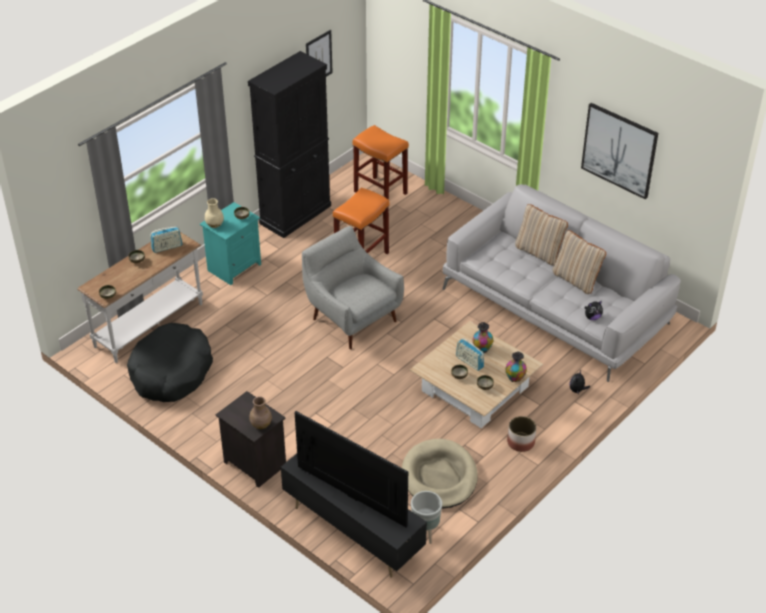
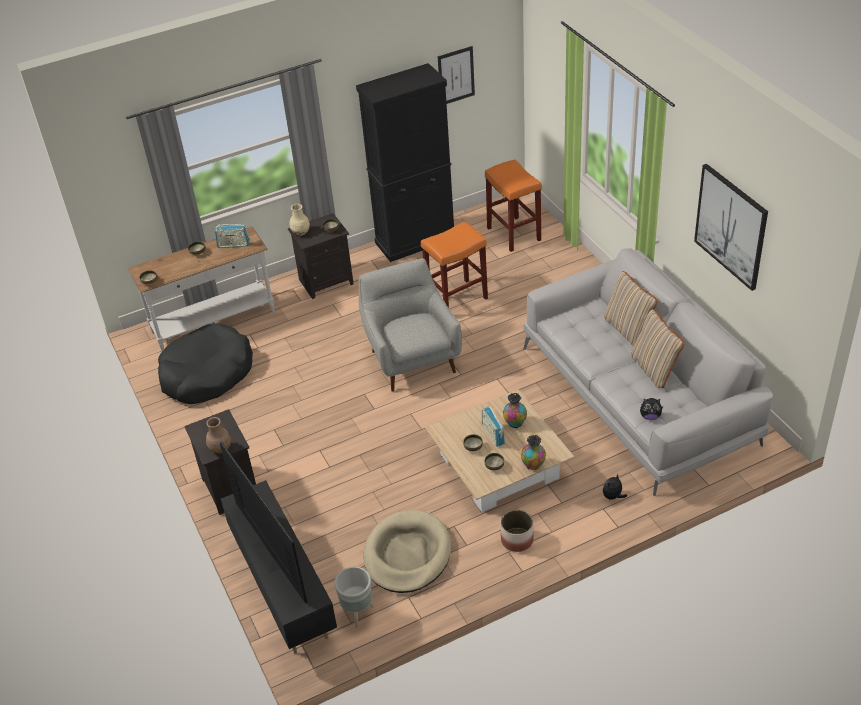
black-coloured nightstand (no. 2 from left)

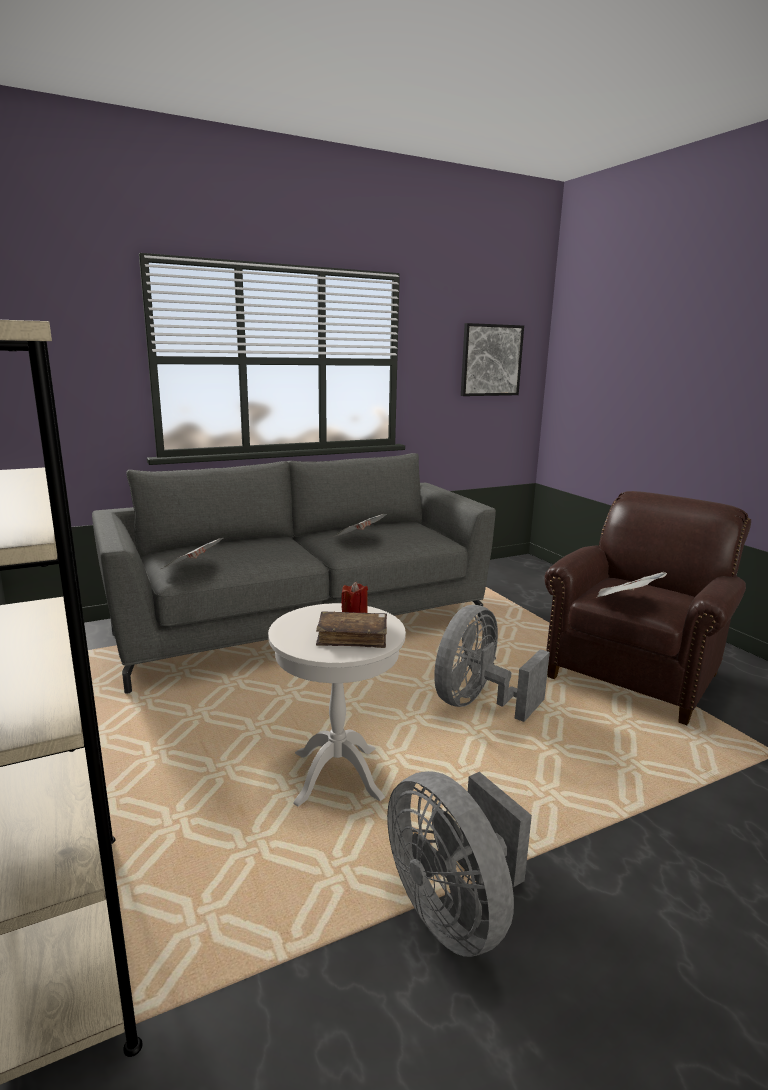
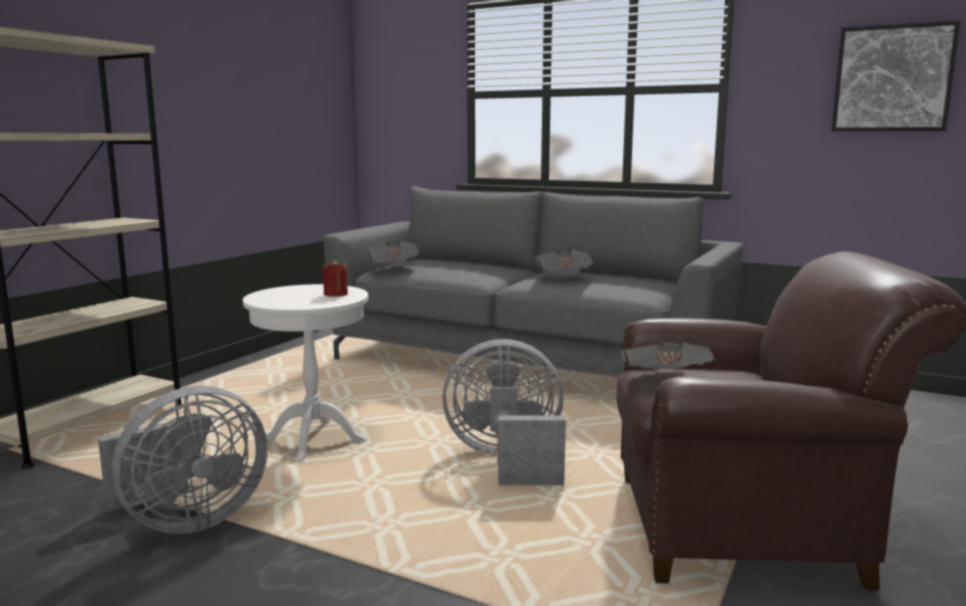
grey fan (no. 1 from left)
brown bound book

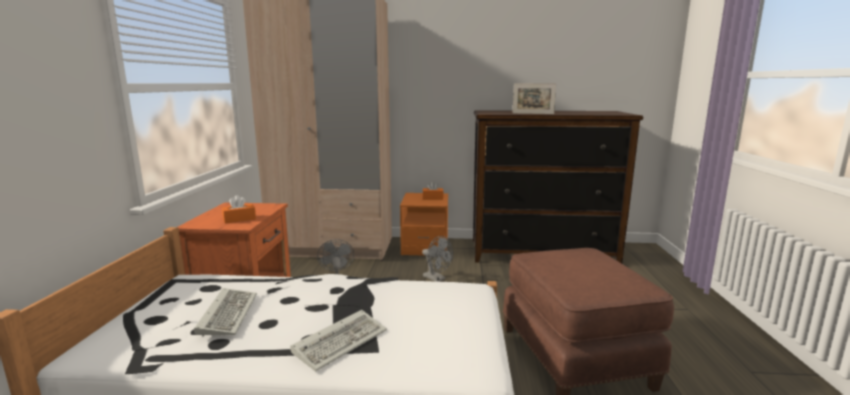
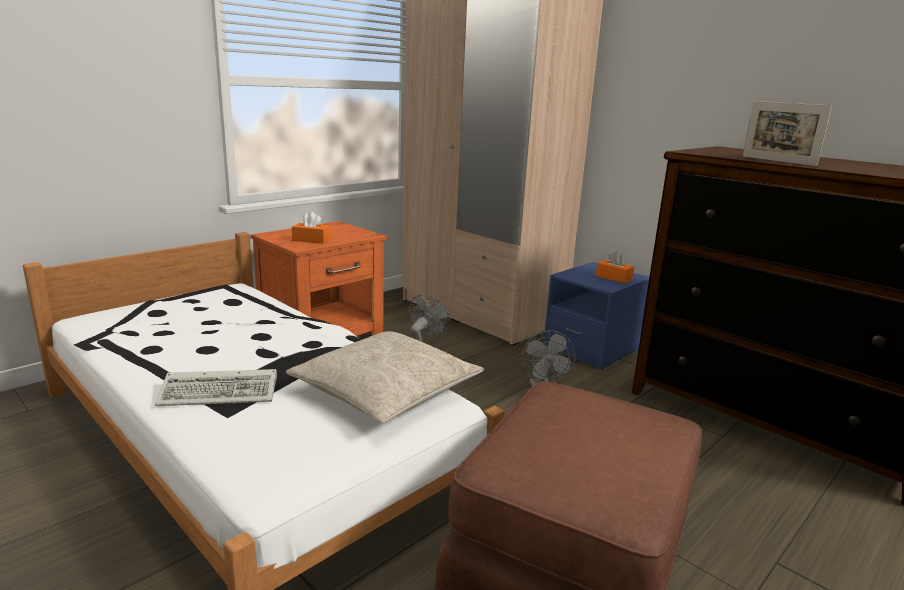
beige throw pillow
bluish nightstand
computer keyboard (no. 1 from left in the first image)

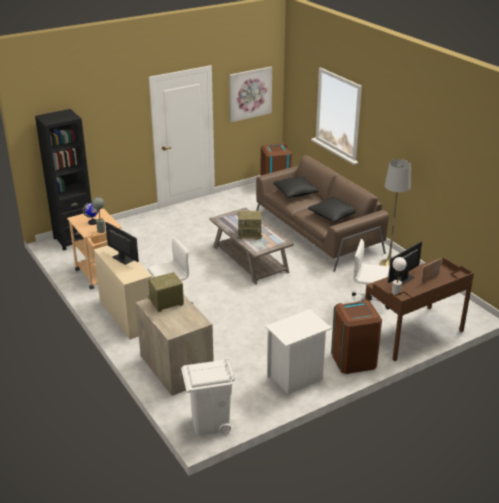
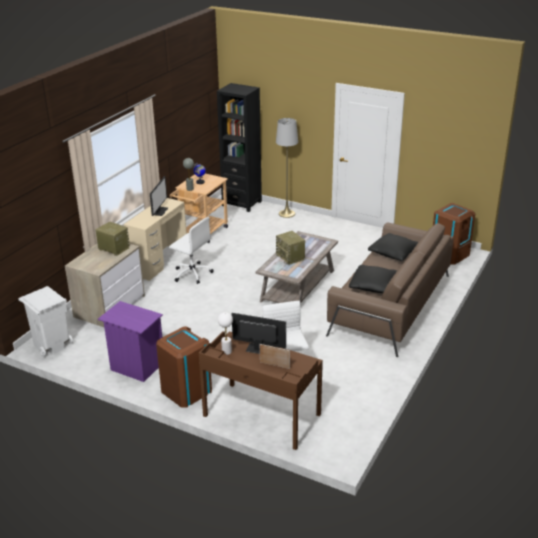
purple nightstand
grey floor lamp
wall art

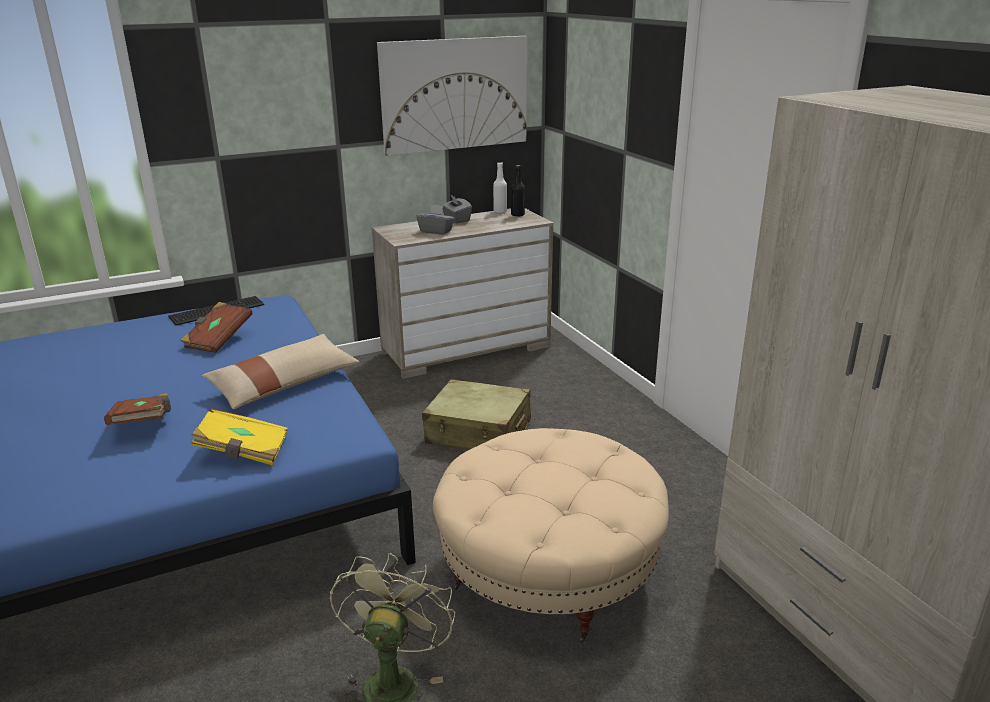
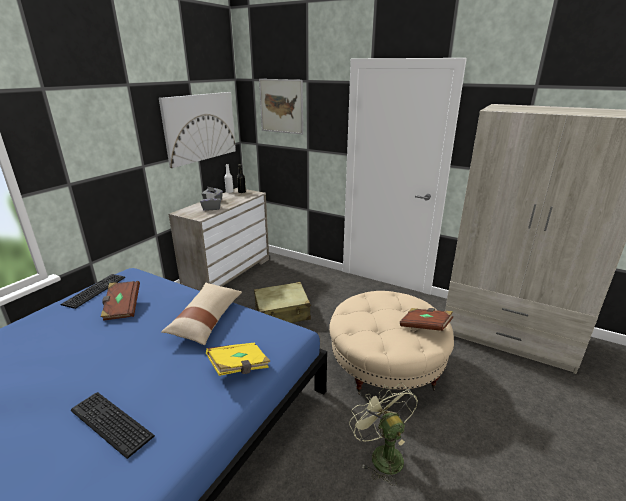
computer keyboard (no. 2 from left)
wall art (no. 2 from left)
brown bound book (no. 2 from left)

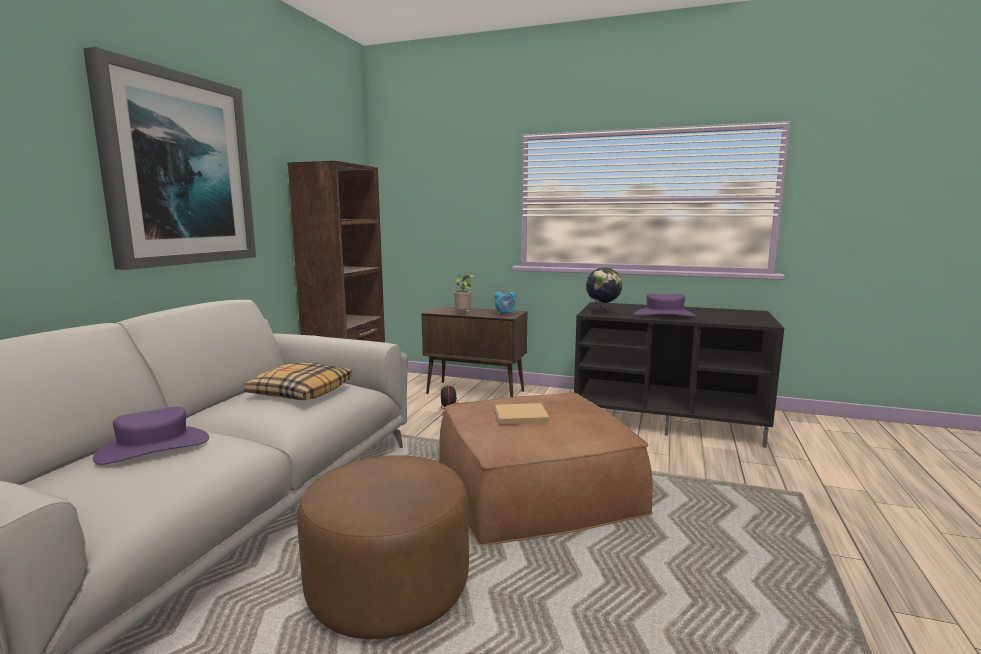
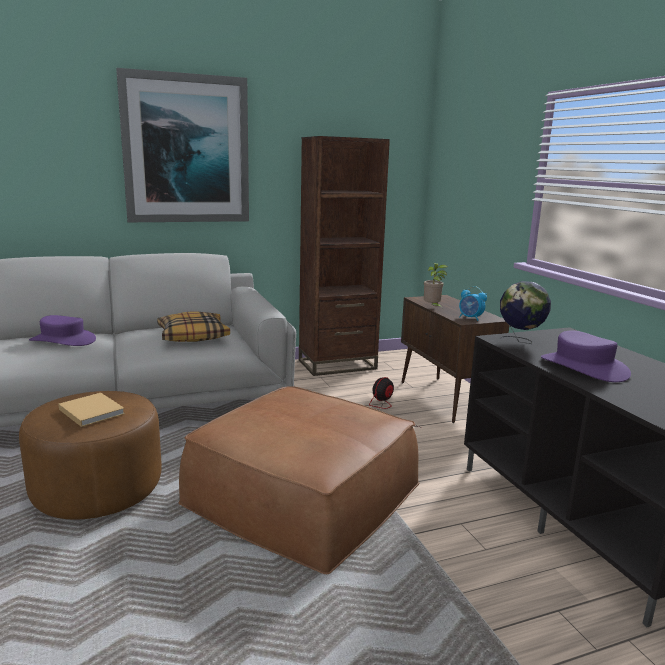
beige bound book

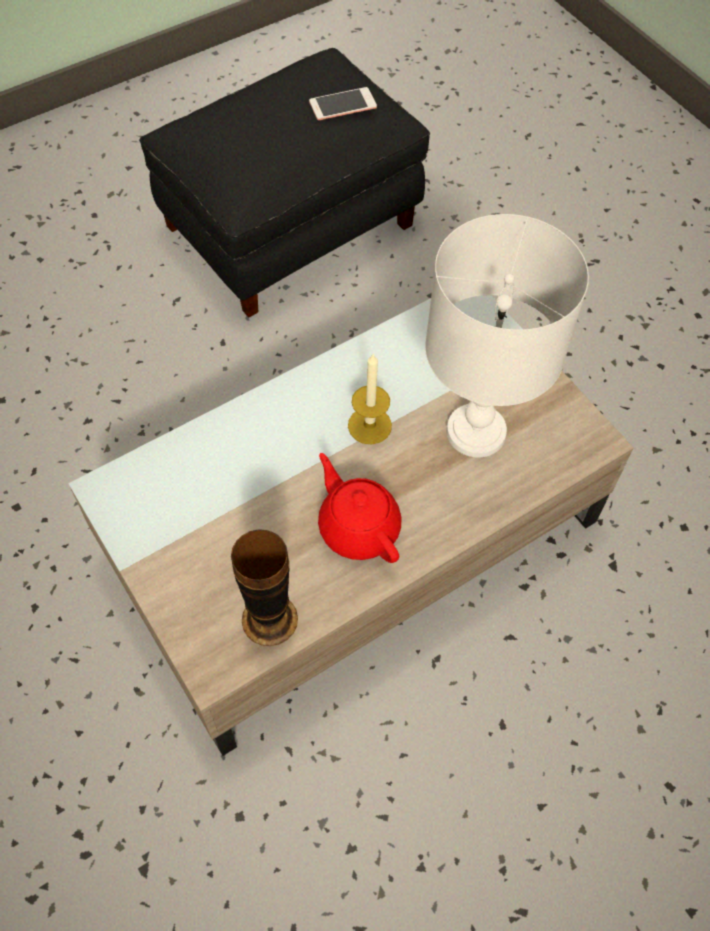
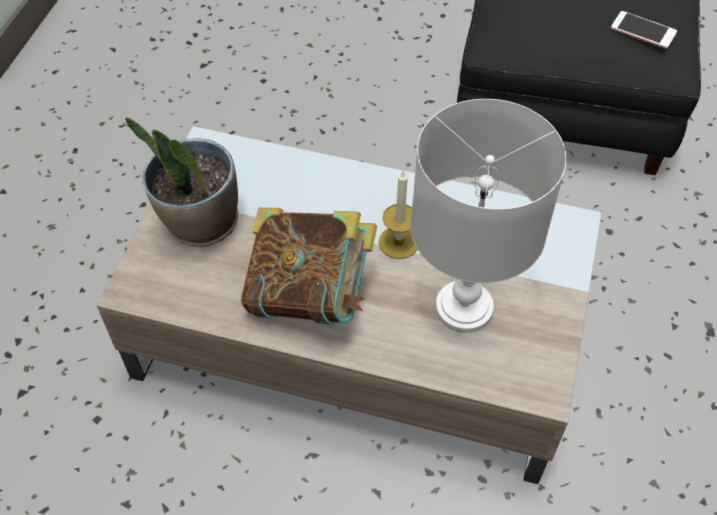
potted plant
bound book
decorative vase

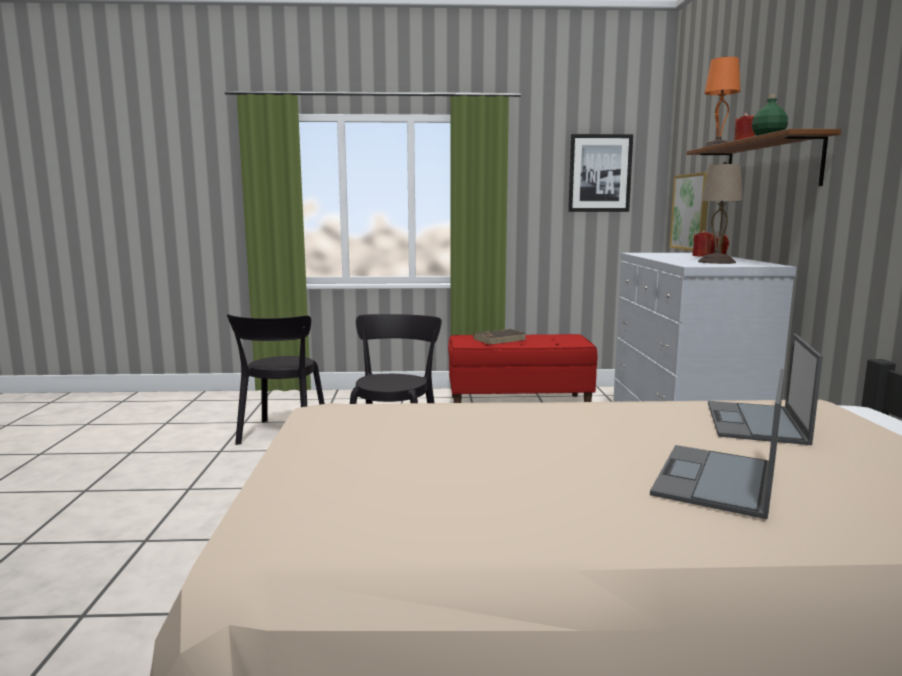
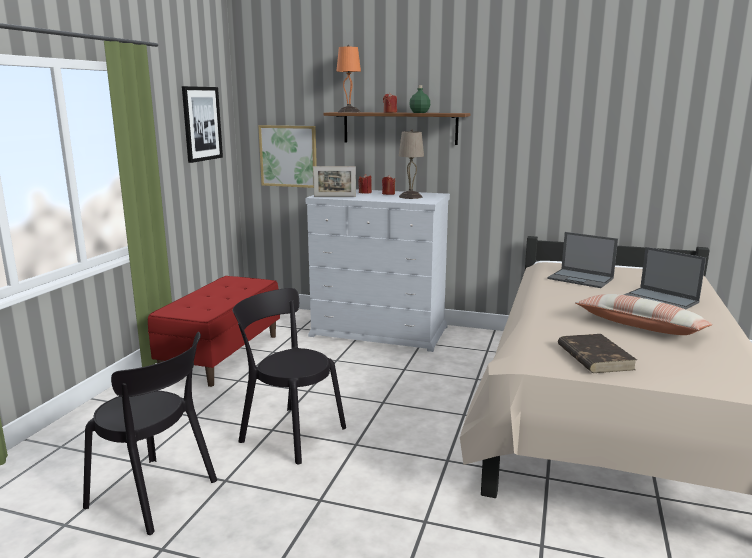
standing frame
brown bound book
throw pillow

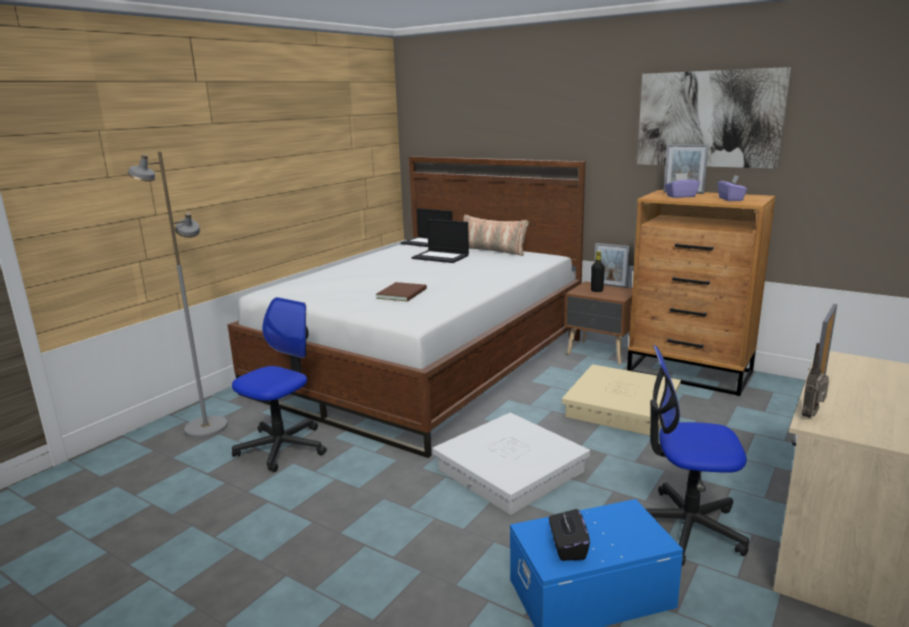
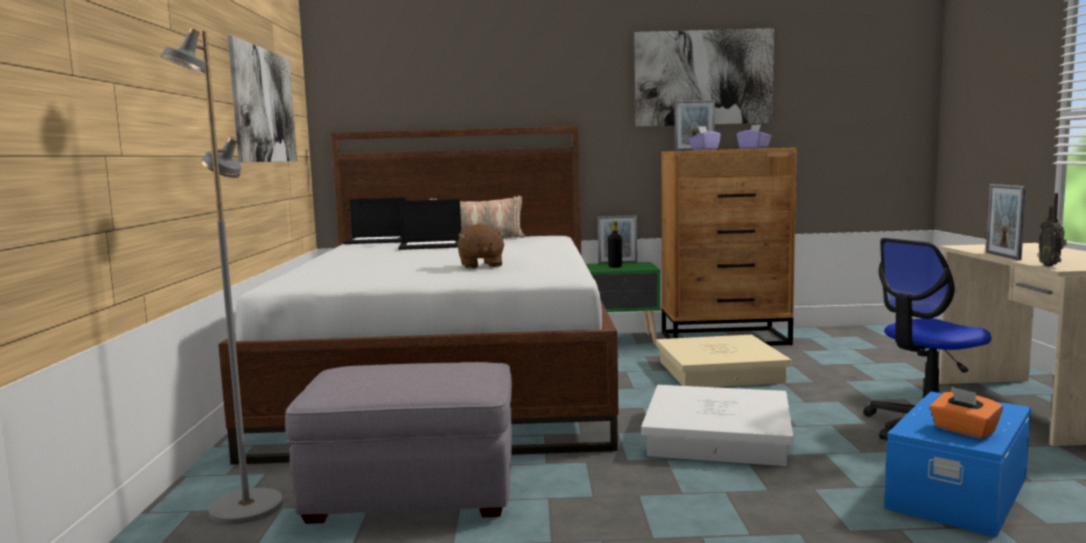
wall art (no. 1 from left)
grey ottoman
brown plush toy
green-coloured nightstand
orangey tissue box

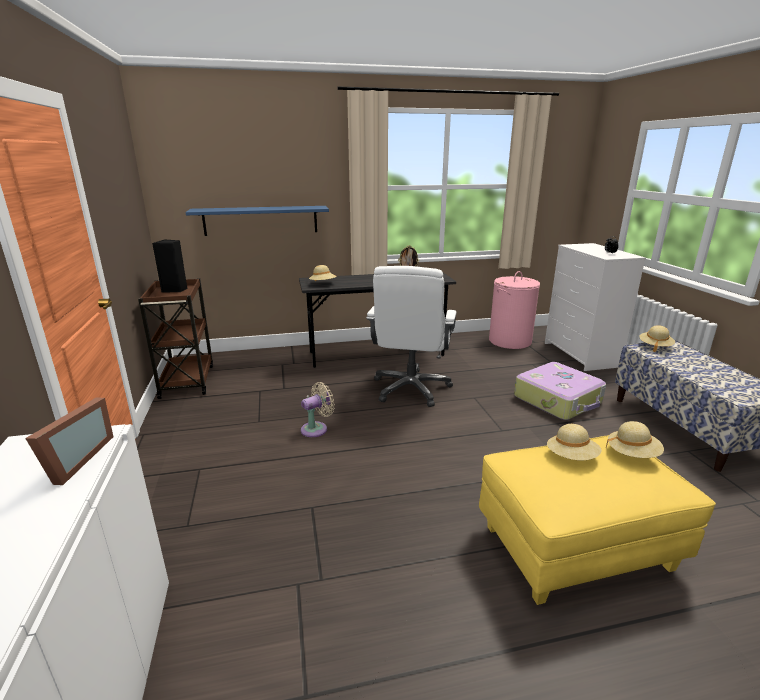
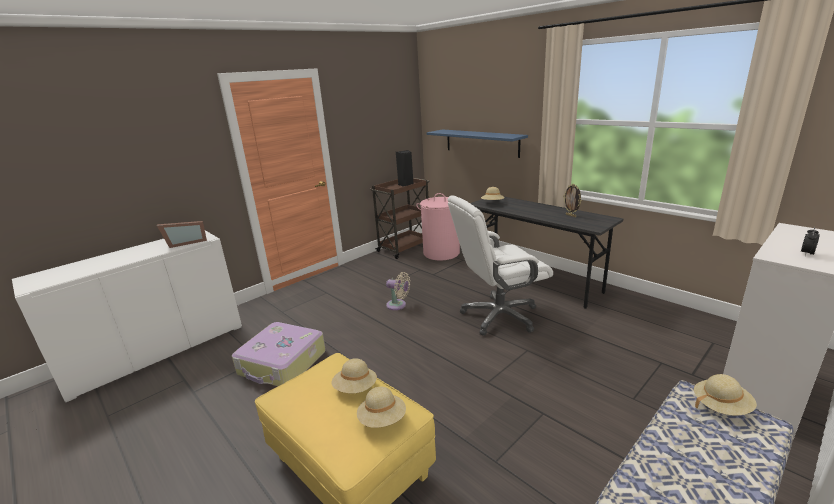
piece of luggage
pinkish laundry basket

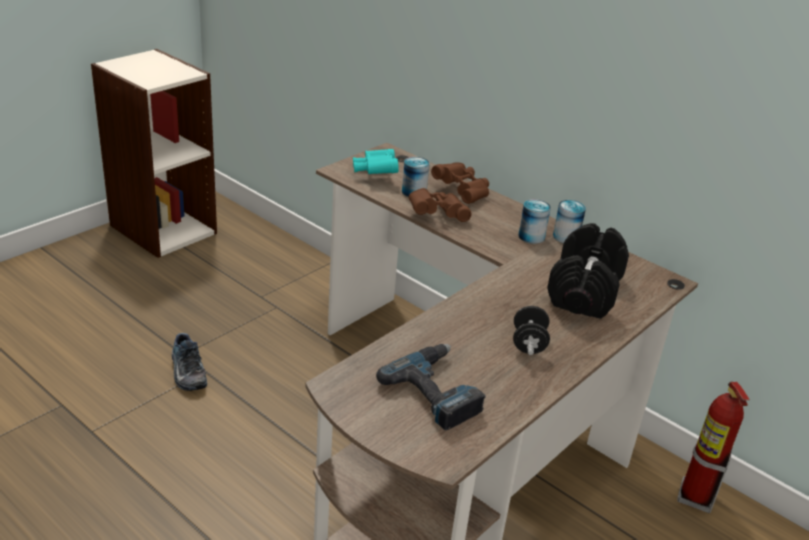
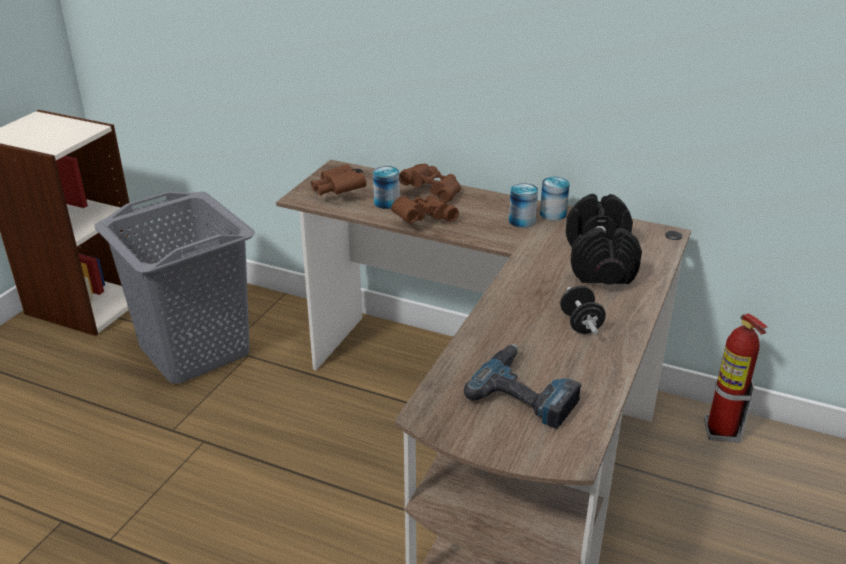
grey laundry basket
brown pair of binoculars (no. 1 from left)
low shoe

